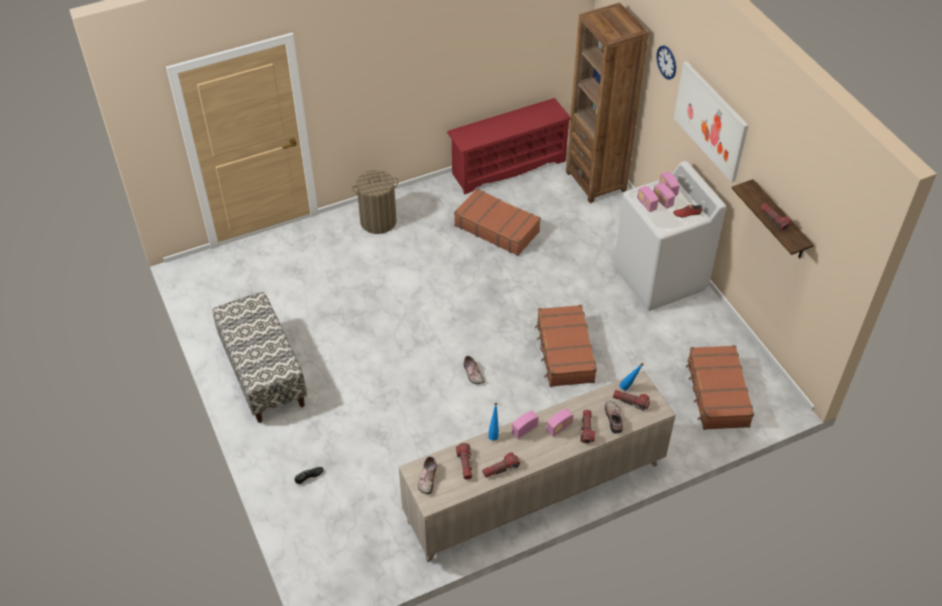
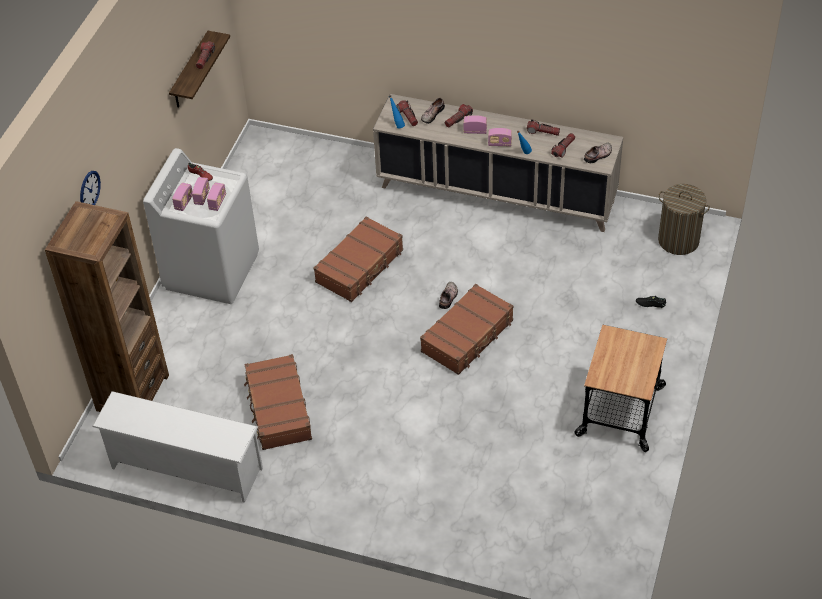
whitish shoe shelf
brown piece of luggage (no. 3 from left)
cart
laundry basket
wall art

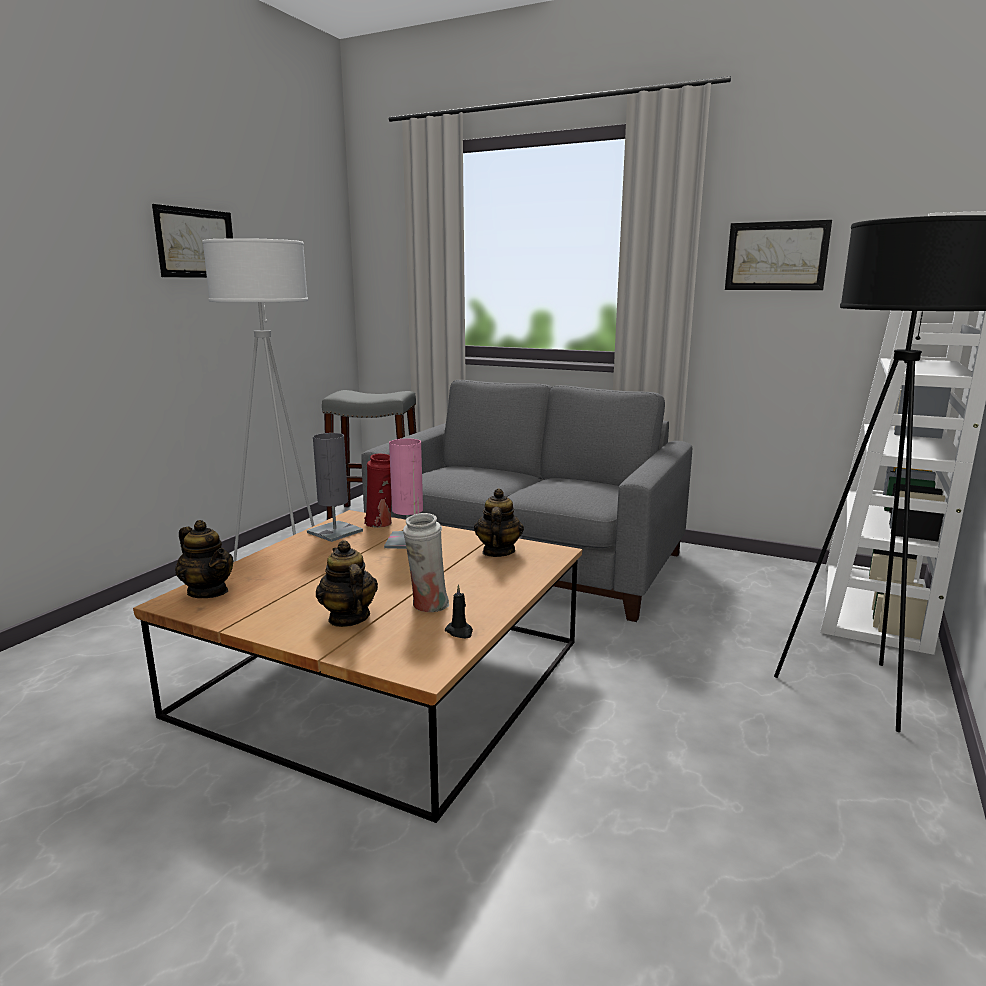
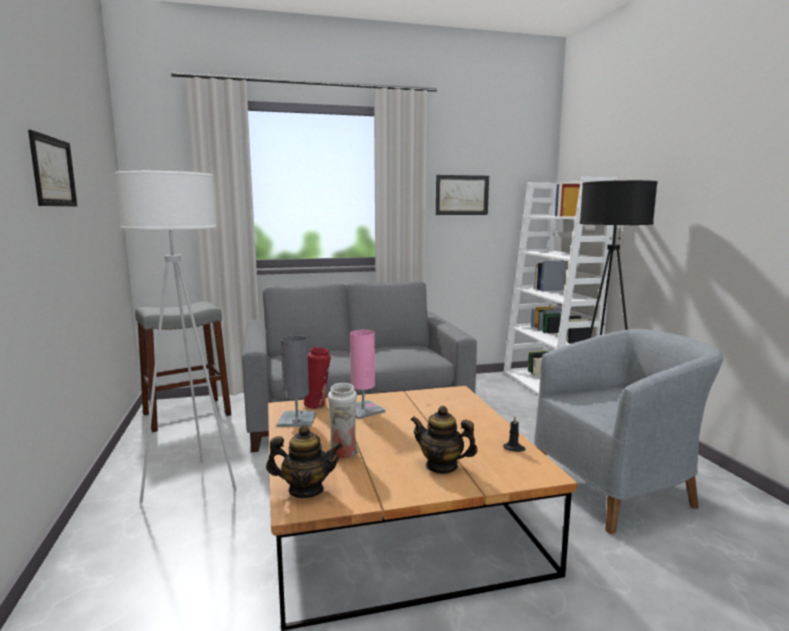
whitish decorative vase
grey easy chair
pot for tea (no. 3 from left in the first image)

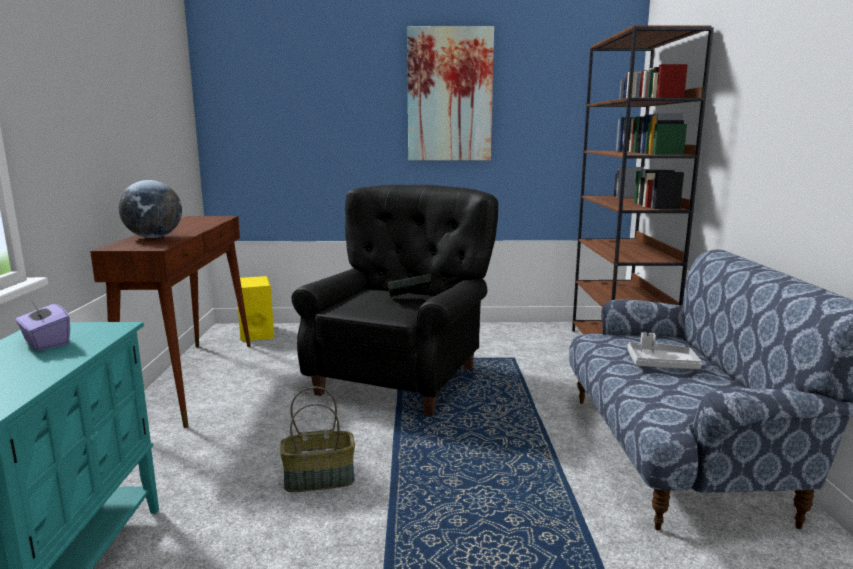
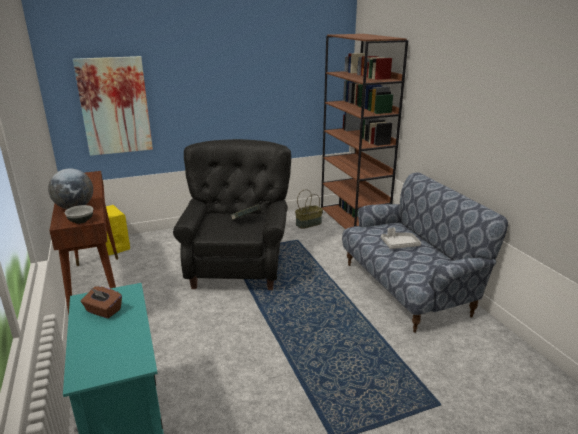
deep dish
wall art
brown tissue box
basket

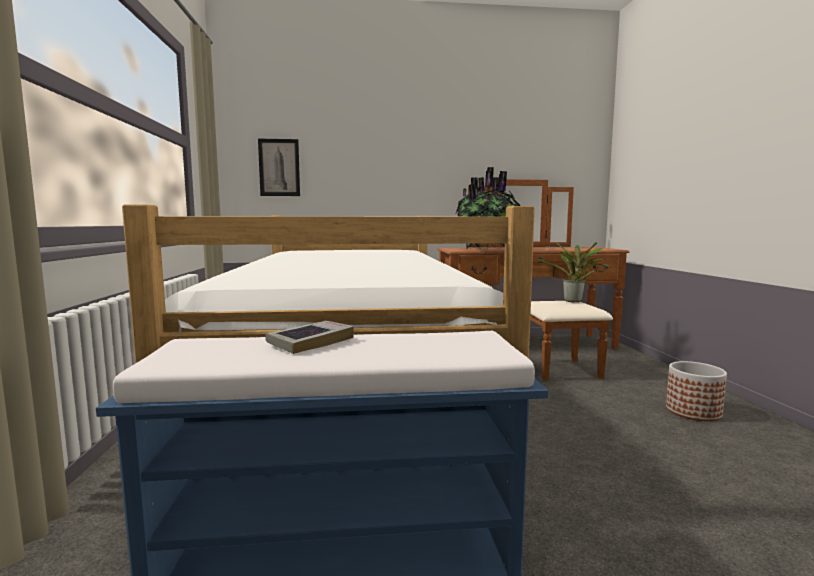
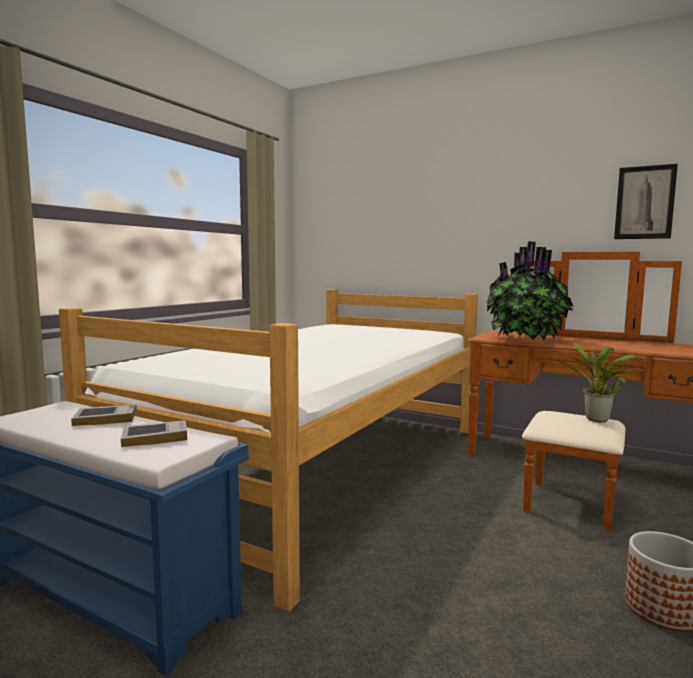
bound book (no. 2 from left)
wall art

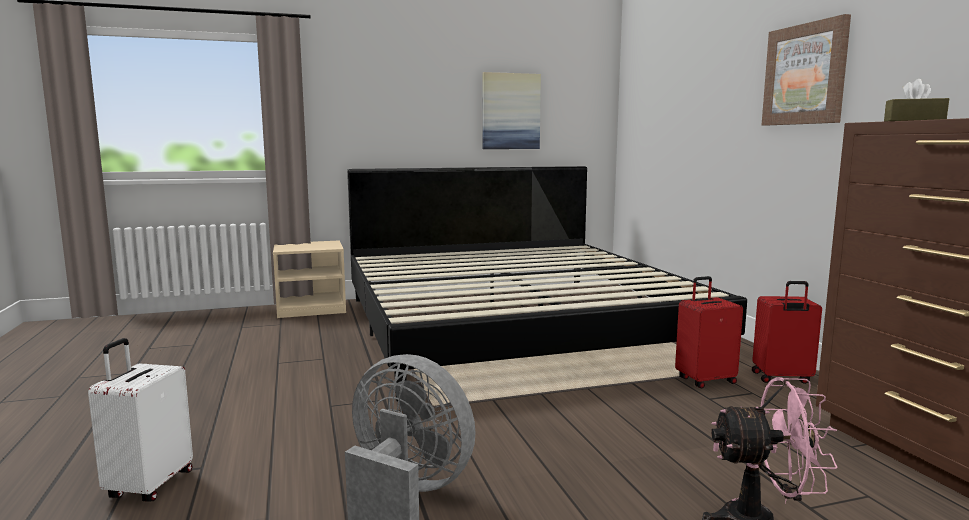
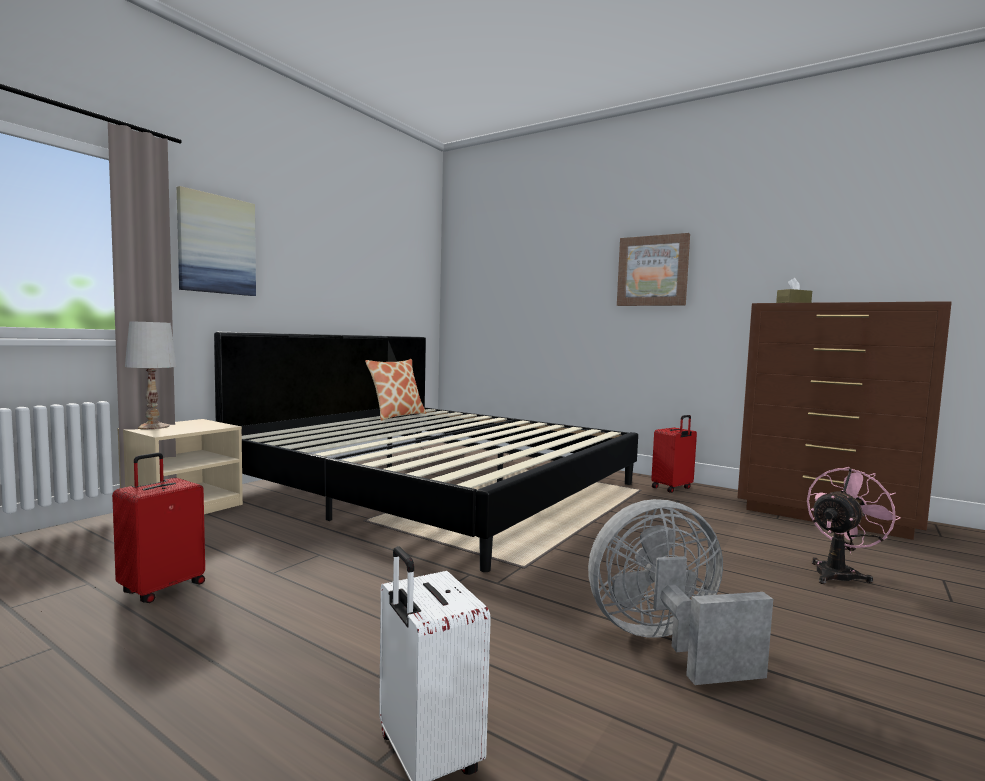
reddish piece of luggage (no. 1 from left)
whitish lamp for a table
wall art (no. 1 from left)
throw pillow

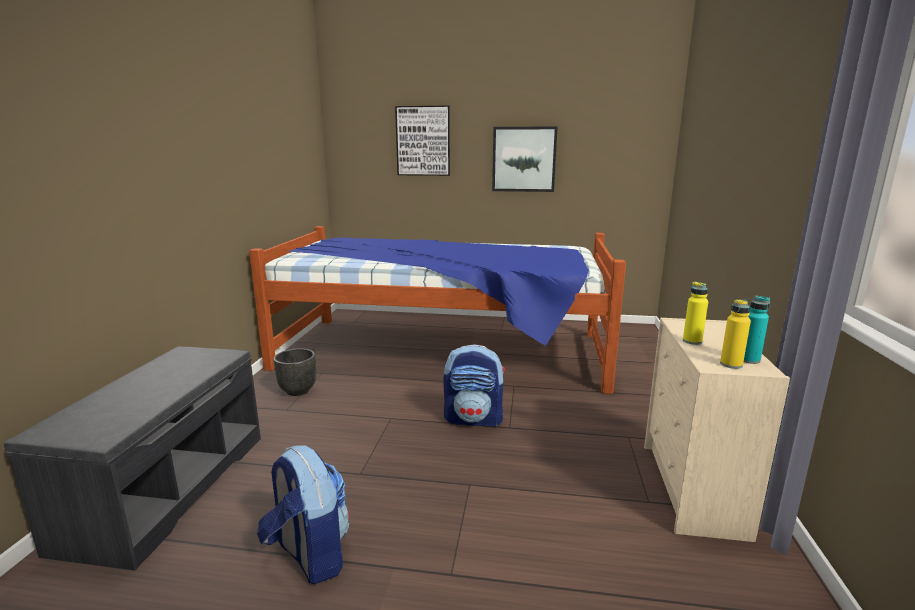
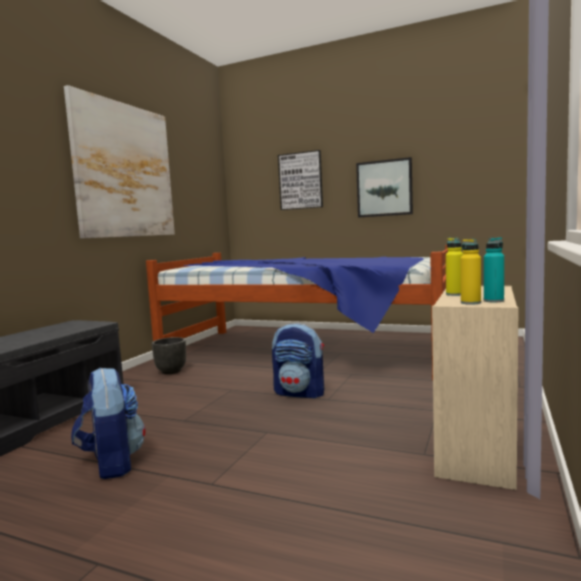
wall art (no. 1 from left)

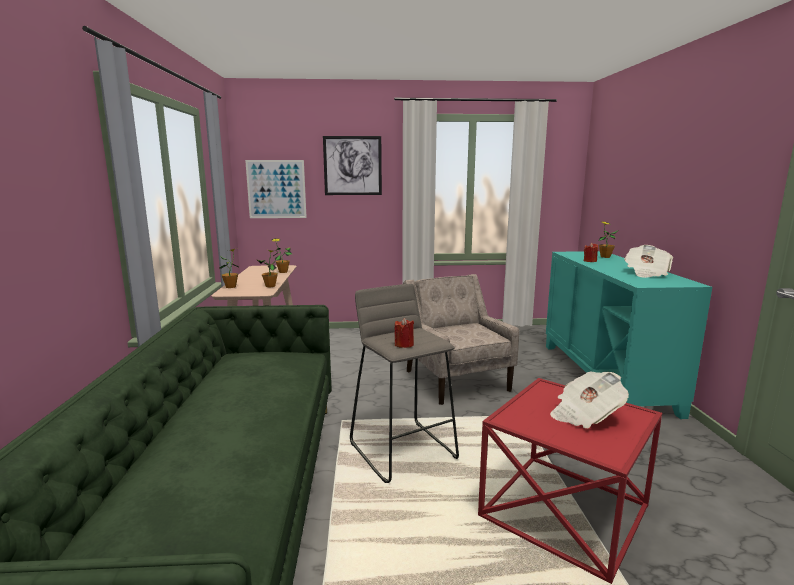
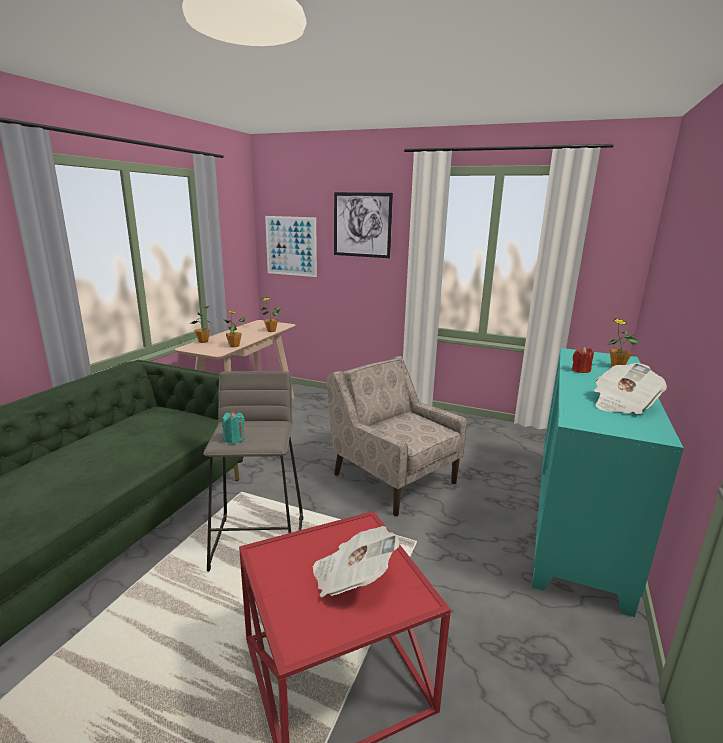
turquoise-coloured wax candle
beige easy chair

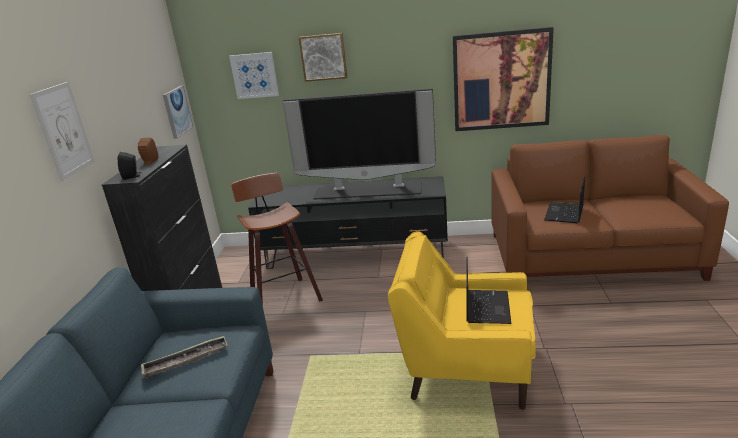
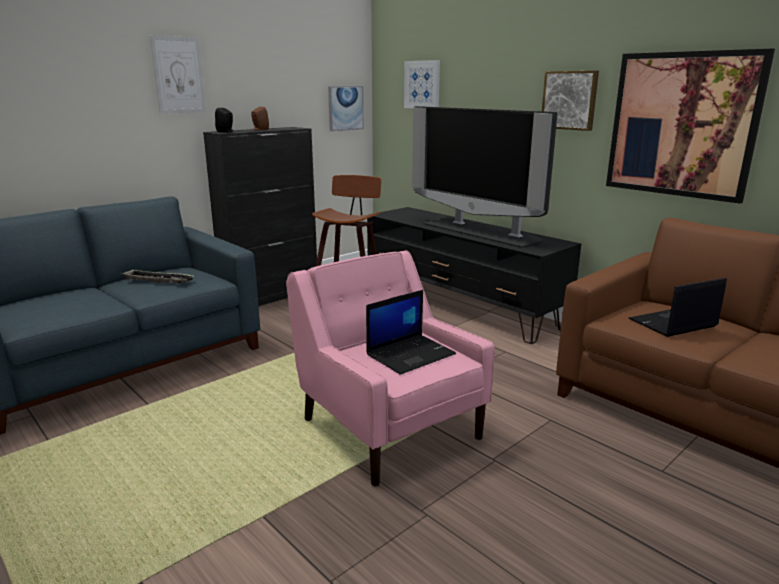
pinkish easy chair
wall art (no. 4 from left)

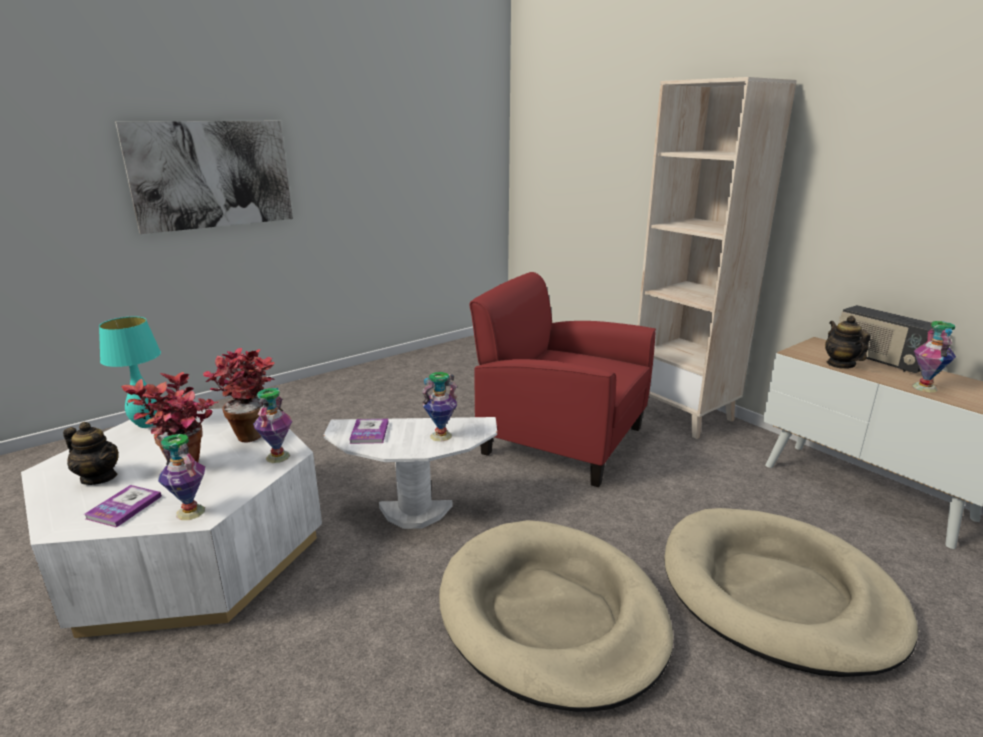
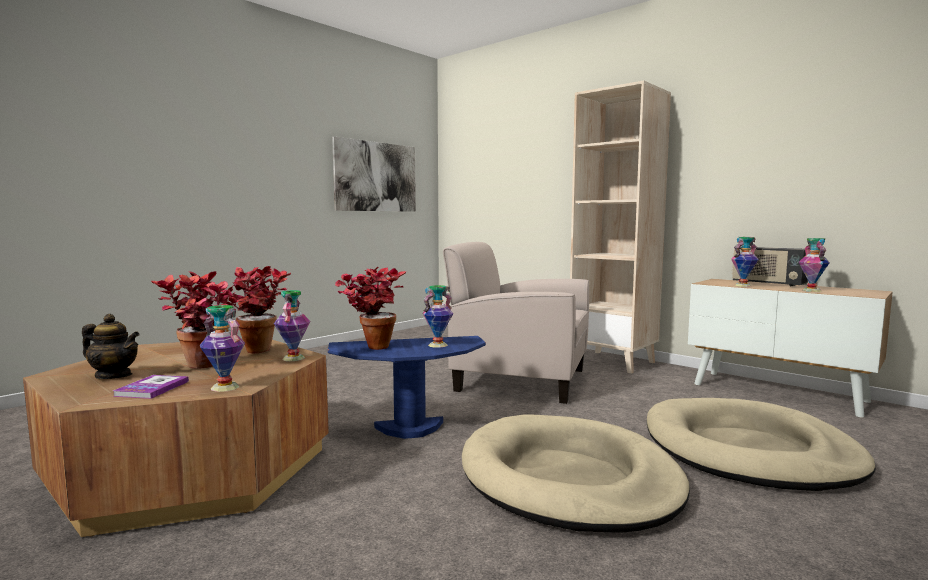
brown lounge table
bluish side table
wall art
potted plant (no. 3 from left)
beige easy chair
decorative vase (no. 4 from left)
turquoise-coloured lamp for a table

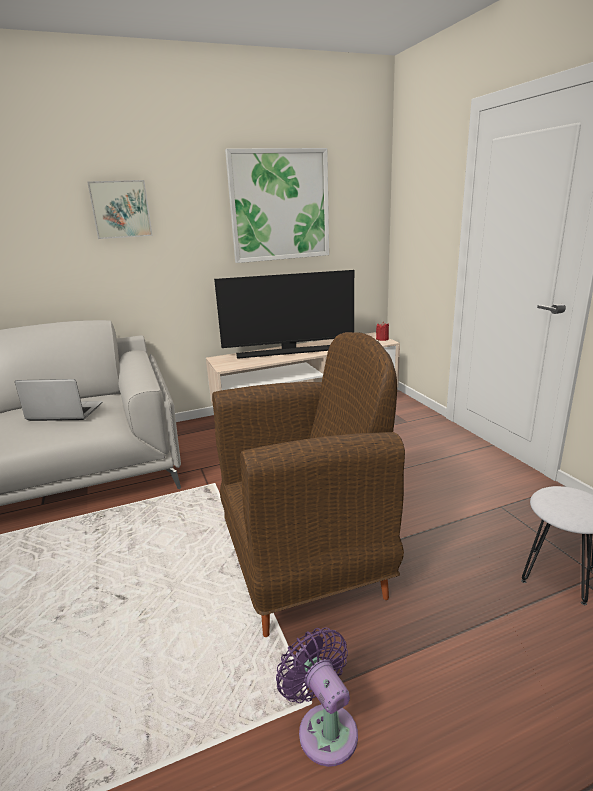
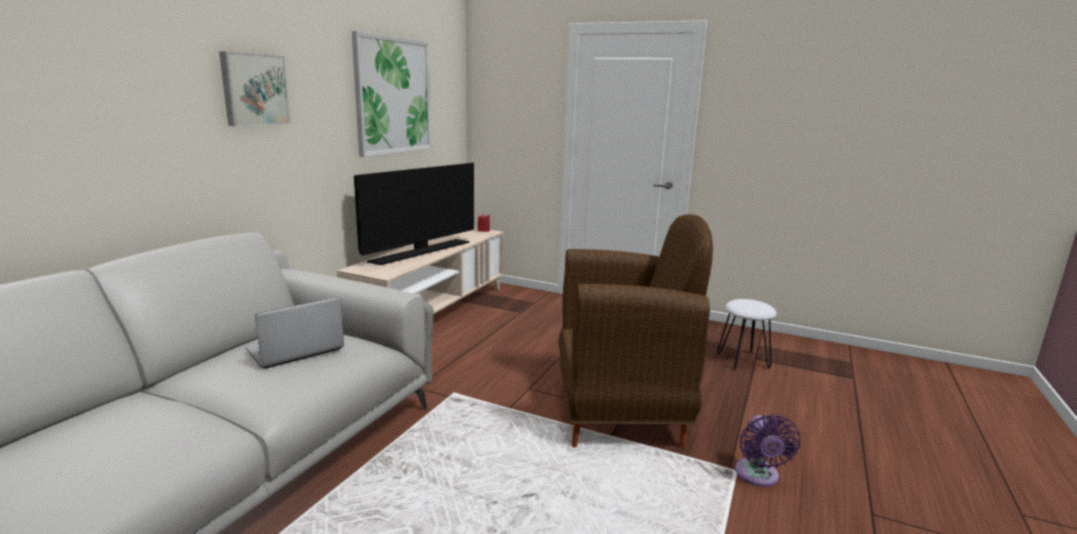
brown easy chair
purple fan

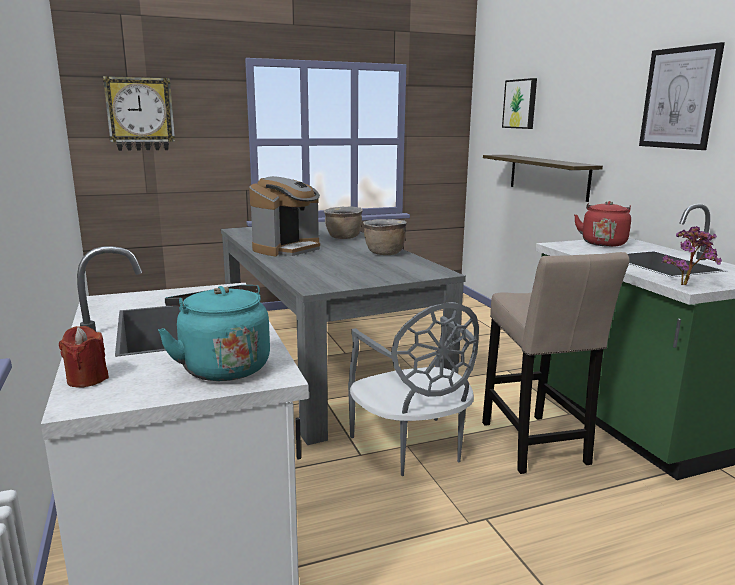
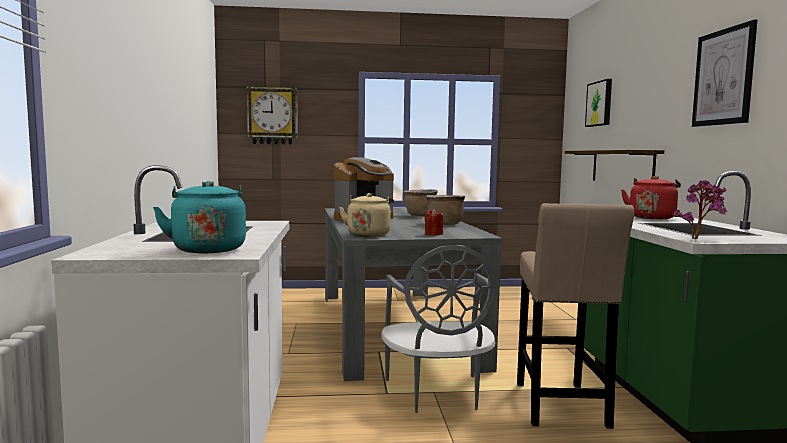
beige water kettle
reddish wax candle

